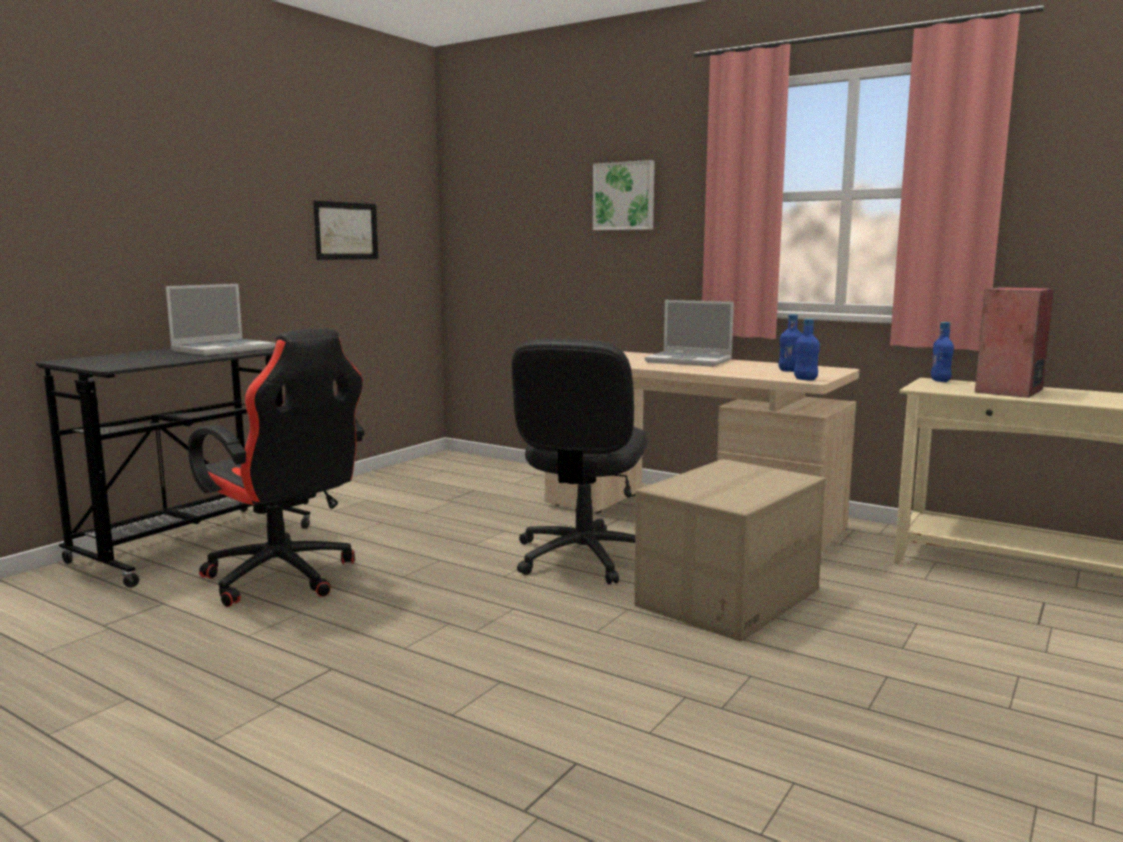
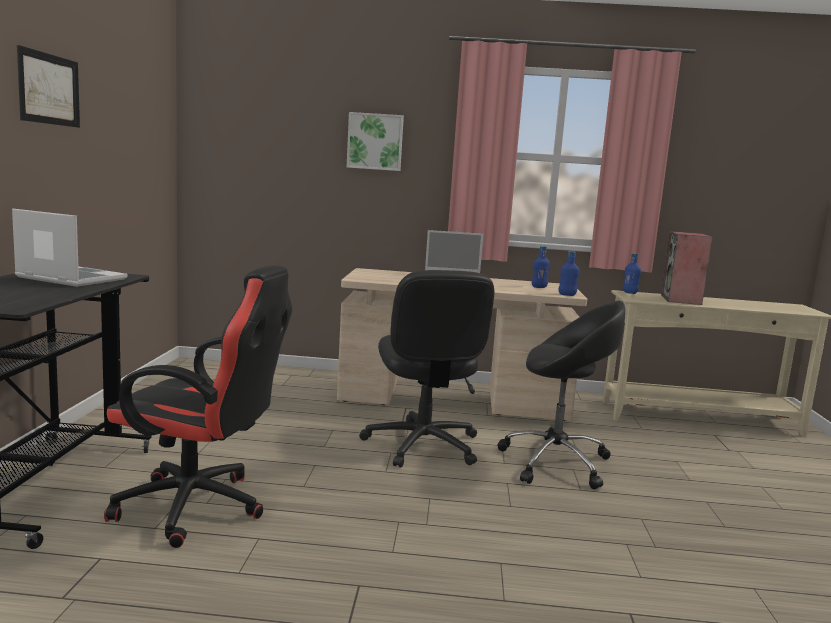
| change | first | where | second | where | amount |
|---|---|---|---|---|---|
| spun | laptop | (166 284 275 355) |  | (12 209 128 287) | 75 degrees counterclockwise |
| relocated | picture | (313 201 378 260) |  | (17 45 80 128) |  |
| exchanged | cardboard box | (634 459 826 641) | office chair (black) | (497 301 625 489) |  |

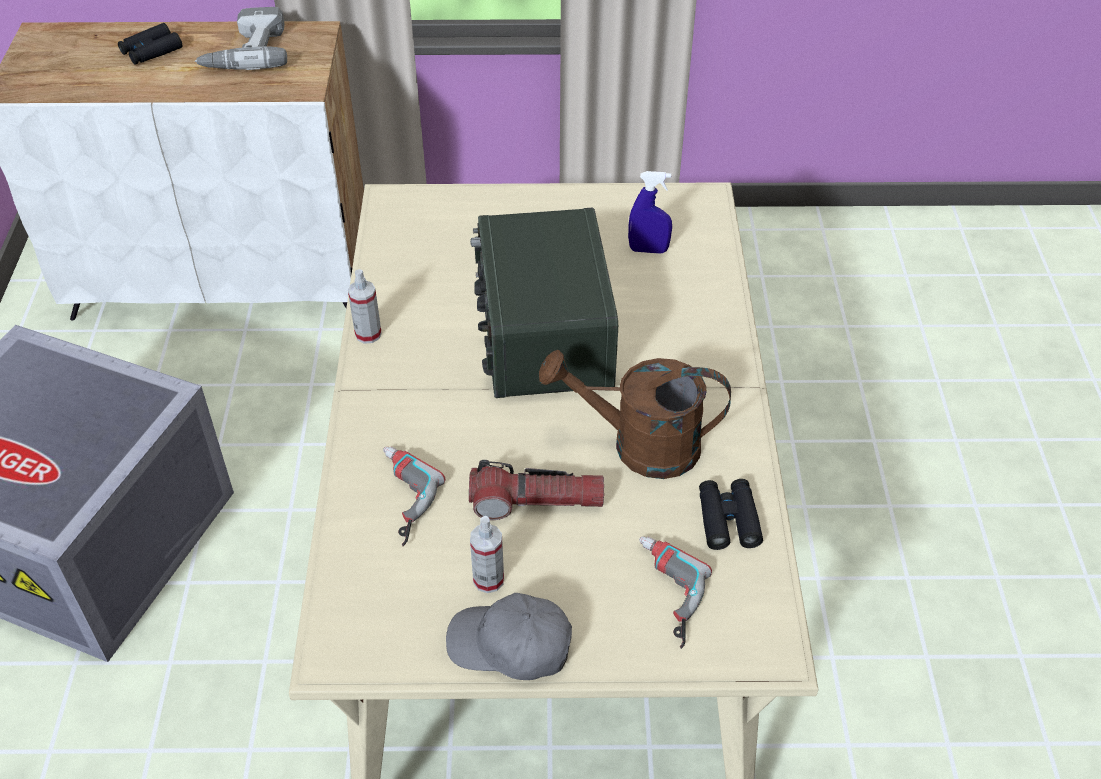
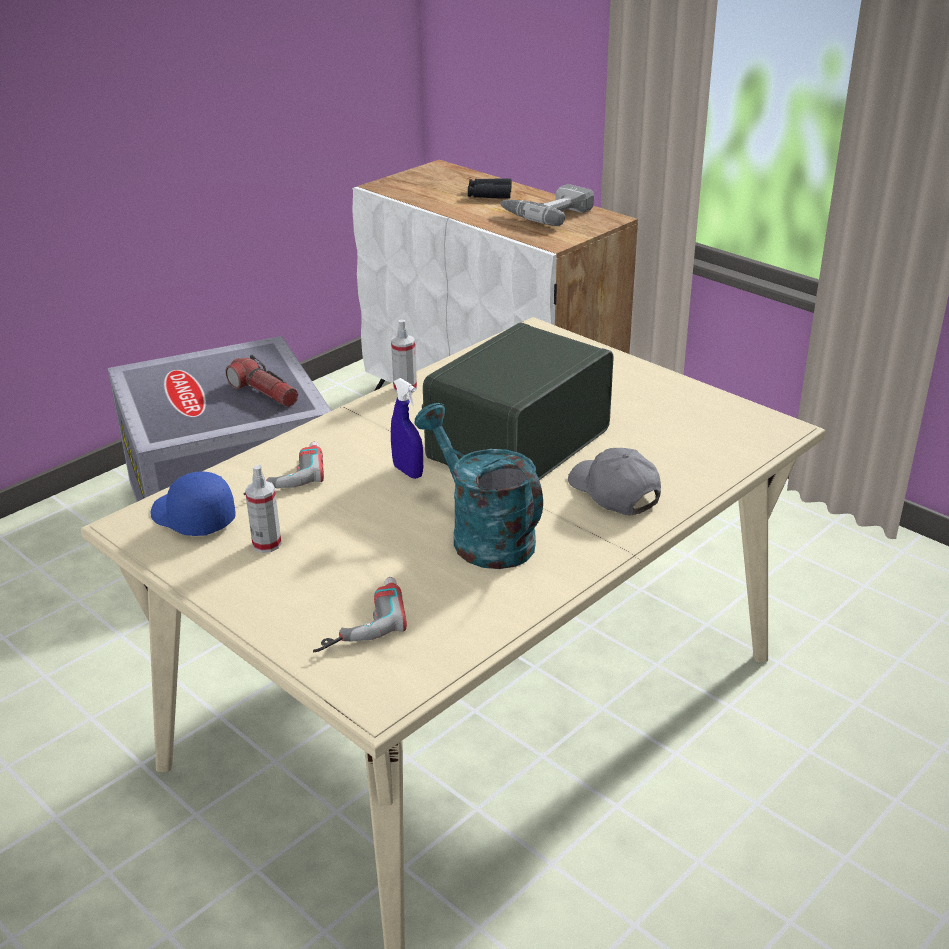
| change | first | where | second | where | amount |
|---|---|---|---|---|---|
| appeared |  |  | cap (blue) | (150 471 235 536) |  |
| relocated | flashlight | (469 460 604 520) |  | (226 355 298 407) |  |
| relocated | spray bottle (blue) | (628 171 672 254) |  | (391 378 423 479) |  |
| colour | watering can (brown) | (539 350 731 479) | watering can (turquoise) | (414 403 543 569) |  |
| relocated | cap (grey) | (446 593 572 680) |  | (568 448 661 515) |  |
| missing | binoculars (black) | (699 479 763 550) |  |  |  |

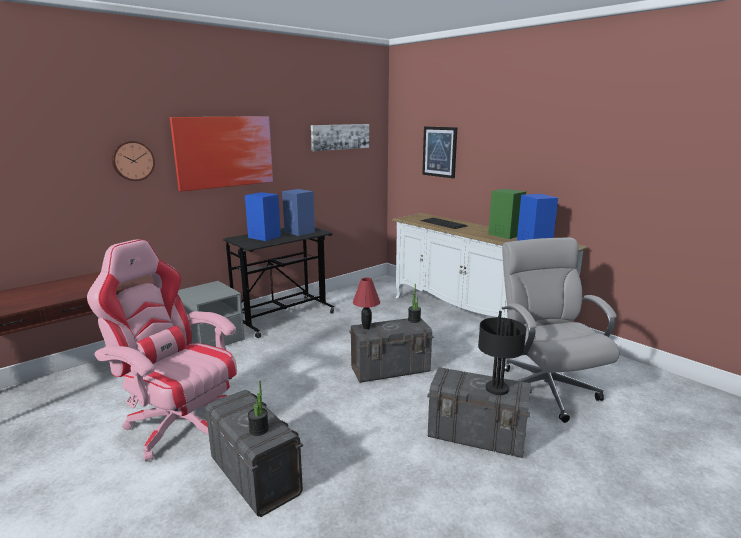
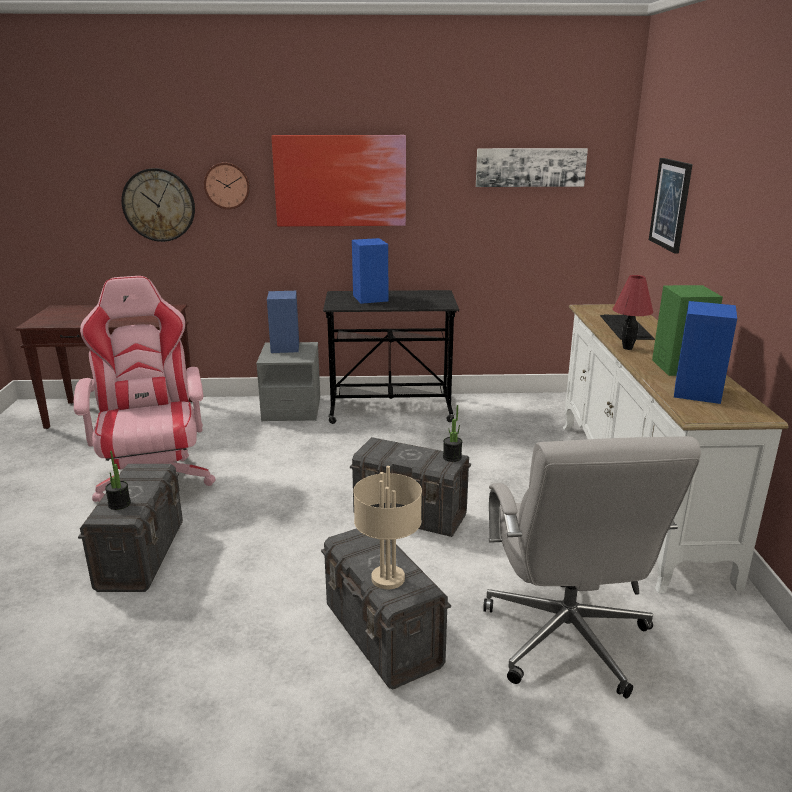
| change | first | where | second | where | amount |
|---|---|---|---|---|---|
| appeared |  |  | wall clock | (121 168 195 242) |  |
| relocated | speaker (blue) | (282 189 315 236) |  | (267 291 299 353) |  |
| colour | table lamp (black) | (478 311 527 395) | table lamp (beige) | (353 466 422 589) |  |
| spun | office chair (grey) | (502 238 620 423) |  | (483 436 701 699) | 150 degrees clockwise |
| relocated | table lamp (red) | (353 278 380 329) |  | (613 275 653 350) |  |

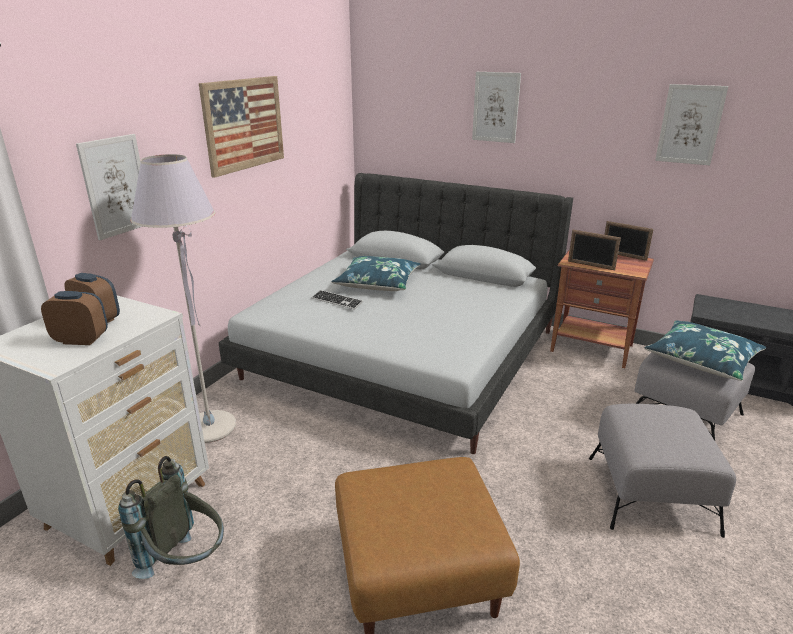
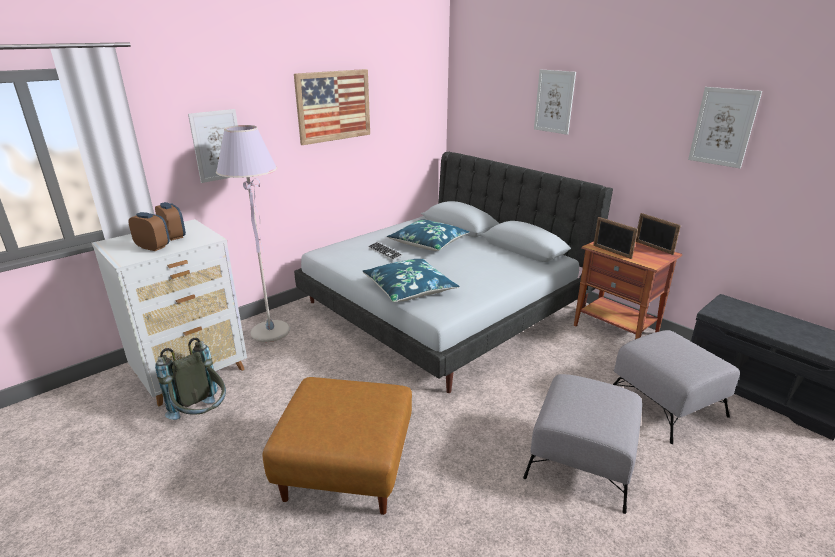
| change | first | where | second | where | amount |
|---|---|---|---|---|---|
| relocated | pillow (blue) | (644 320 766 381) |  | (362 259 460 302) |  |

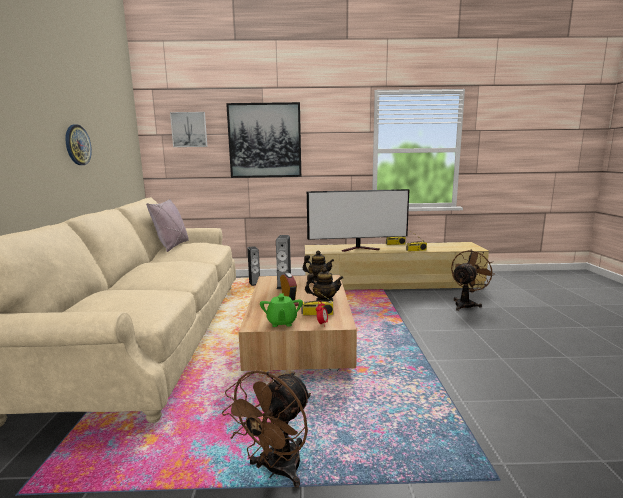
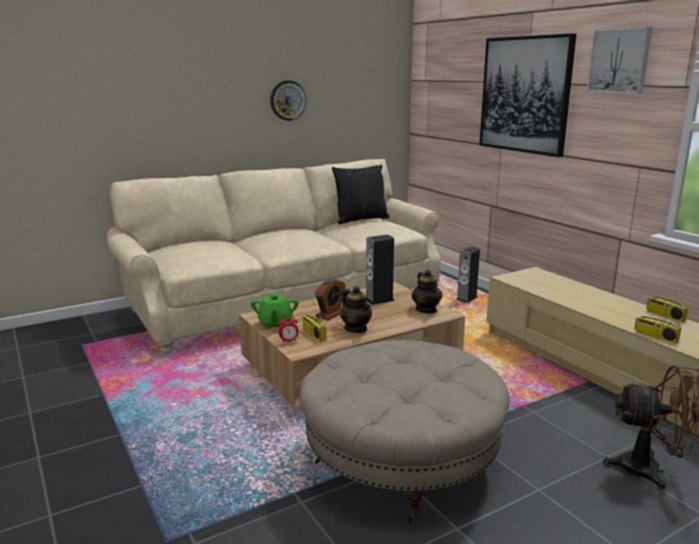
| change | first | where | second | where | amount |
|---|---|---|---|---|---|
| spun | teapot (green) | (260 293 303 327) |  | (250 292 299 329) | 60 degrees counterclockwise |
| appeared |  |  | ottoman (beige) | (300 340 510 523) |  |
| colour | pillow (purple) | (146 199 189 252) | pillow (black) | (332 164 389 224) |  |
| relocated | picture | (170 112 207 147) |  | (587 27 652 94) |  |
| missing | fan (brown) | (222 370 311 488) |  |  |  |
| missing | television | (307 189 409 252) |  |  |  |

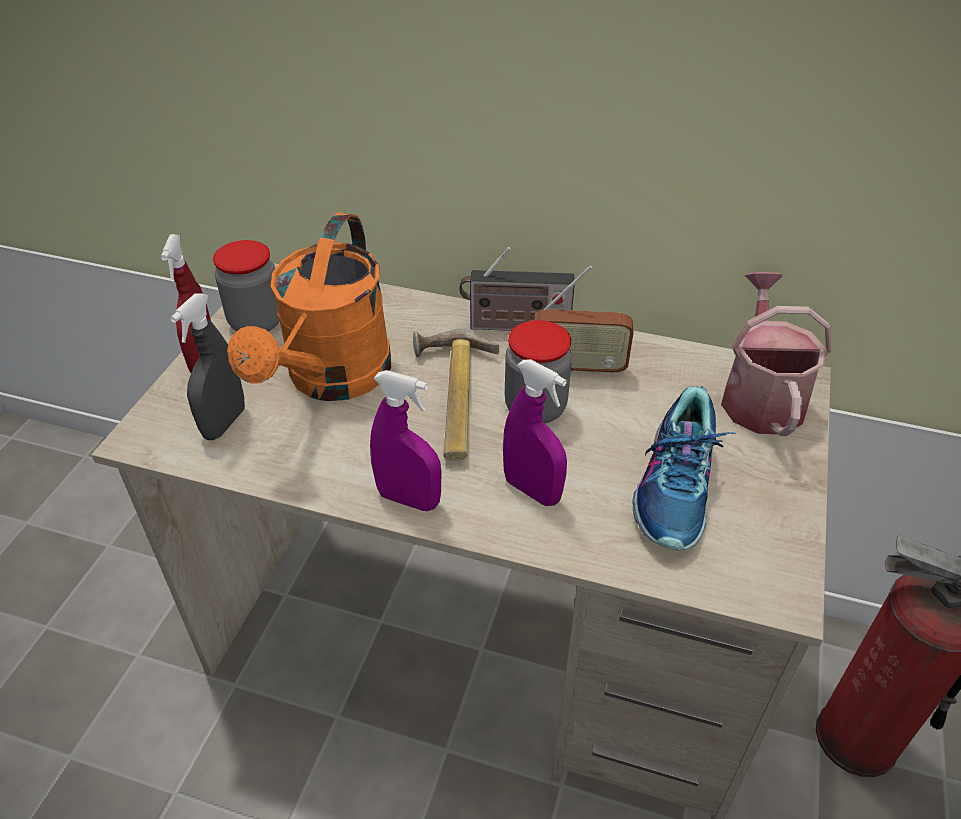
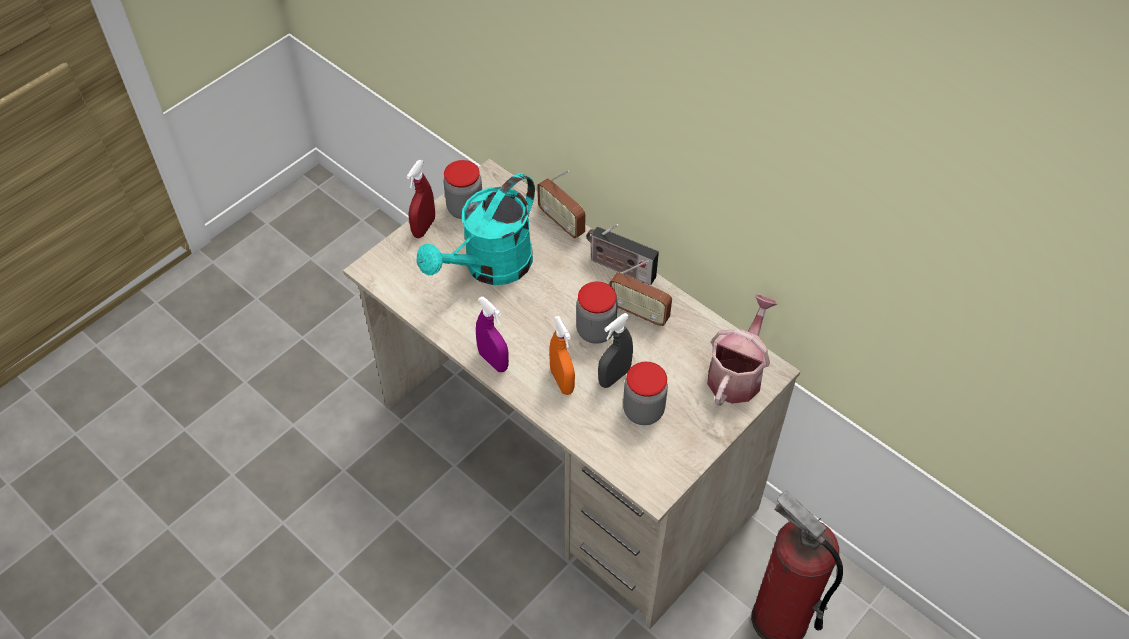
| change | first | where | second | where | amount |
|---|---|---|---|---|---|
| colour | watering can (orange) | (227 212 391 401) | watering can (turquoise) | (417 173 535 285) |  |
| appeared |  |  | radio | (537 170 586 238) |  |
| colour | spray bottle (purple) | (503 359 567 506) | spray bottle (orange) | (549 316 575 395) |  |
| relocated | spray bottle (grey) | (170 293 245 440) |  | (598 313 633 388) |  |
| exchanged | shoe | (632 386 736 550) | jar | (623 362 668 425) |  |
| missing | hammer | (413 328 499 461) |  |  |  |

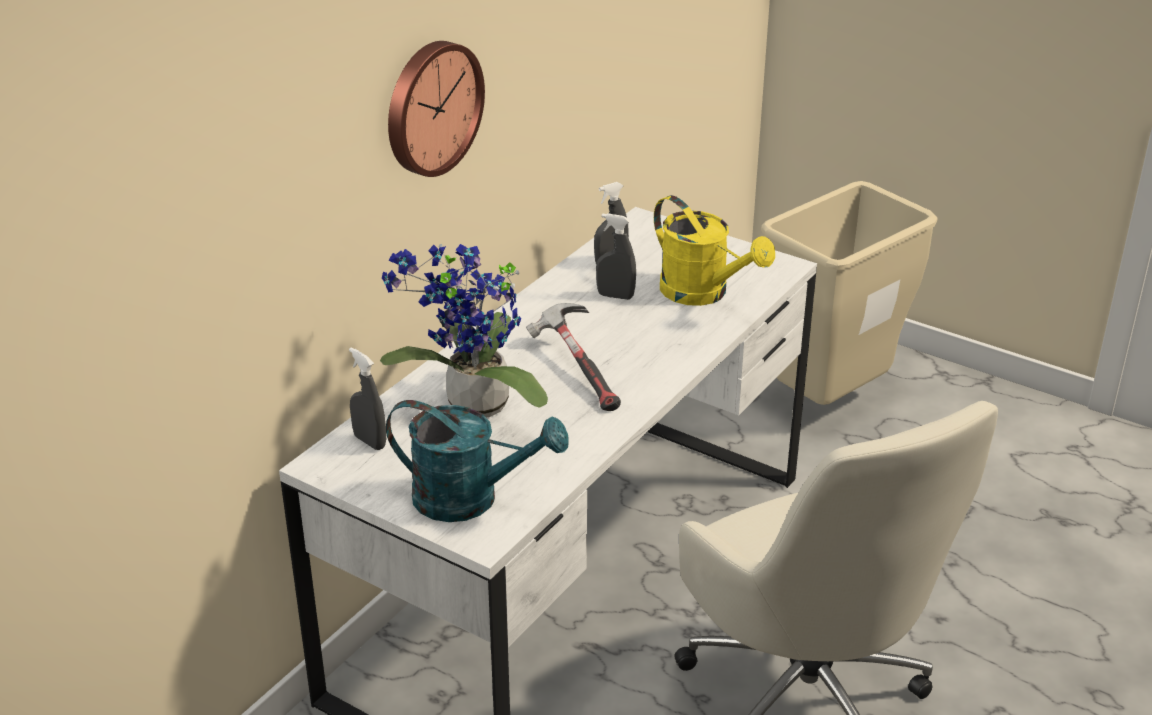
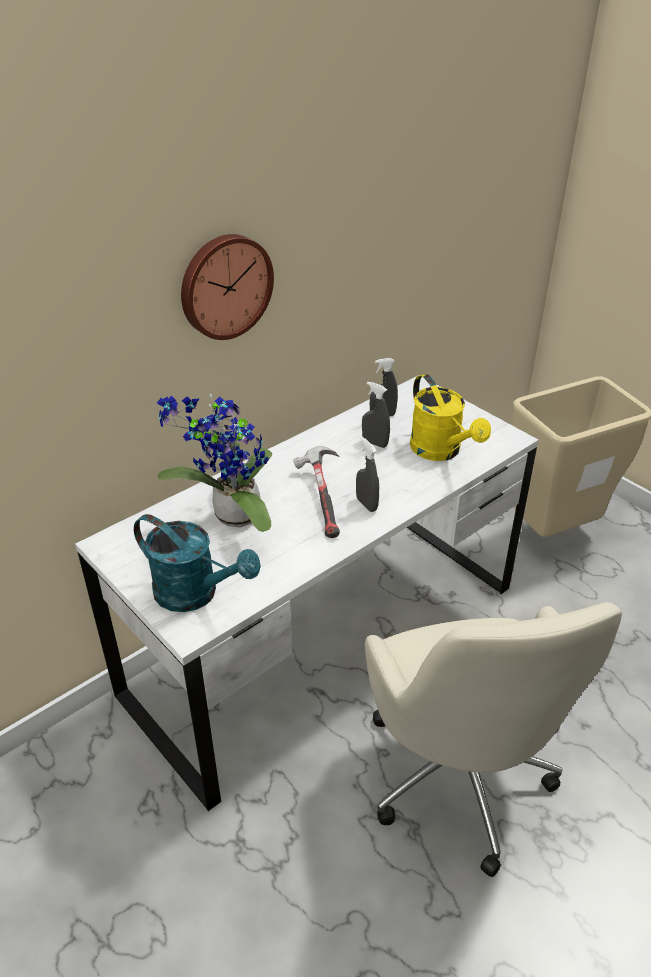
| change | first | where | second | where | amount |
|---|---|---|---|---|---|
| relocated | spray bottle (grey) | (349 347 386 450) |  | (356 437 379 512) |  |

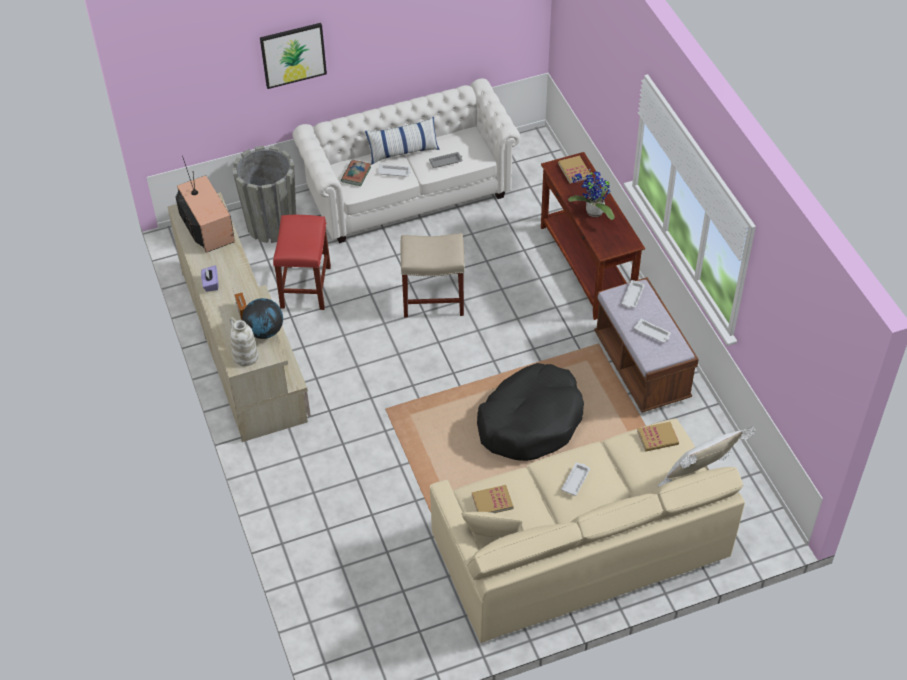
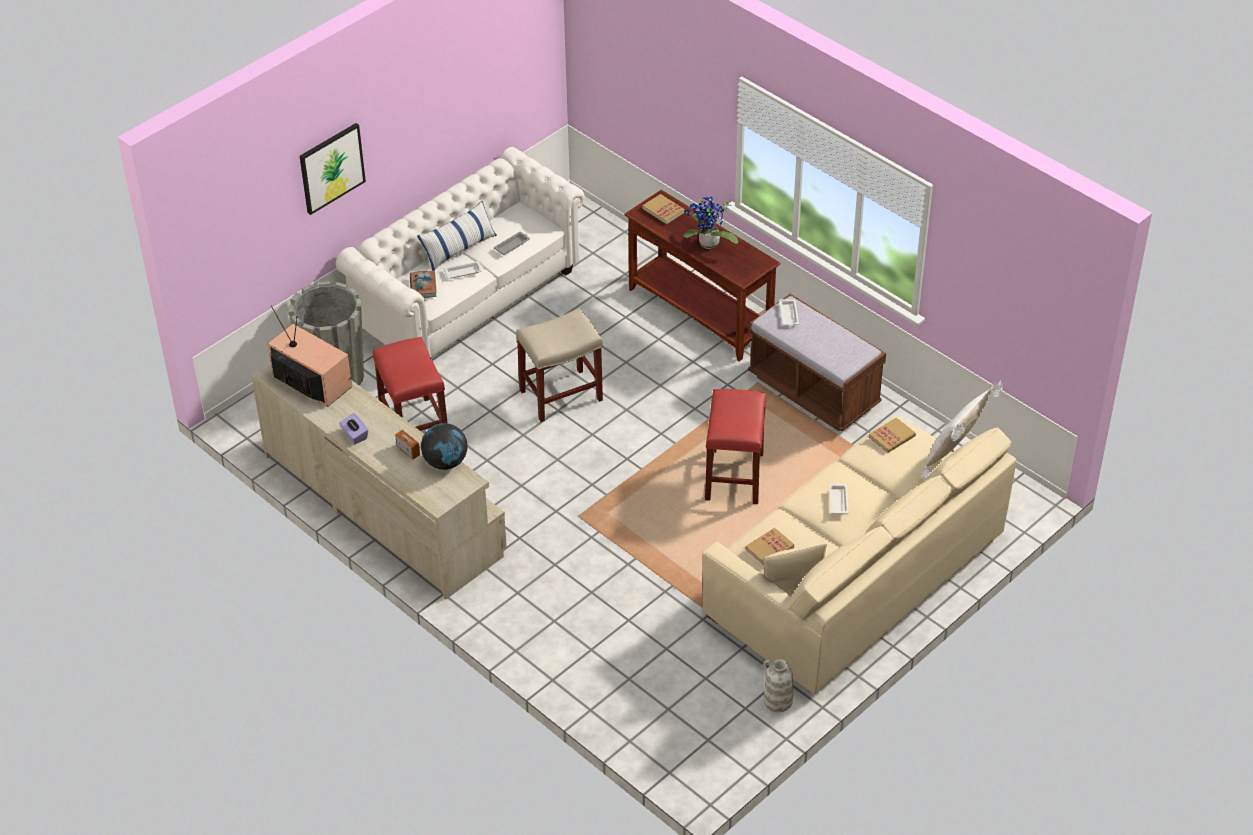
| change | first | where | second | where | amount |
|---|---|---|---|---|---|
| exchanged | dog bed (black) | (477 363 584 461) | stool (red) | (705 389 766 504) |  |
| relocated | vase (white) | (230 317 258 367) |  | (763 659 793 712) |  |
| missing | tray (white) | (634 319 671 343) |  |  |  |

